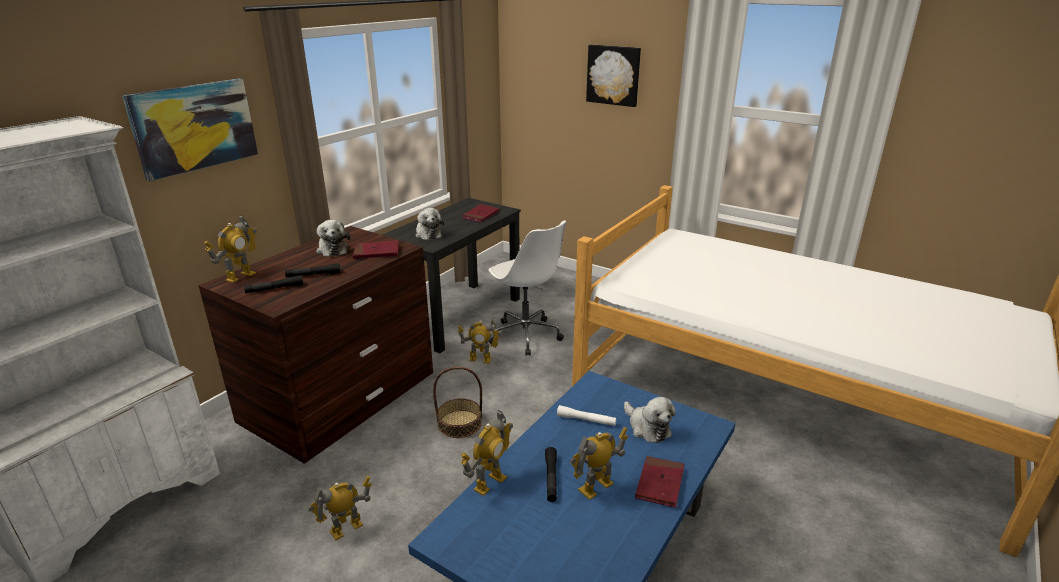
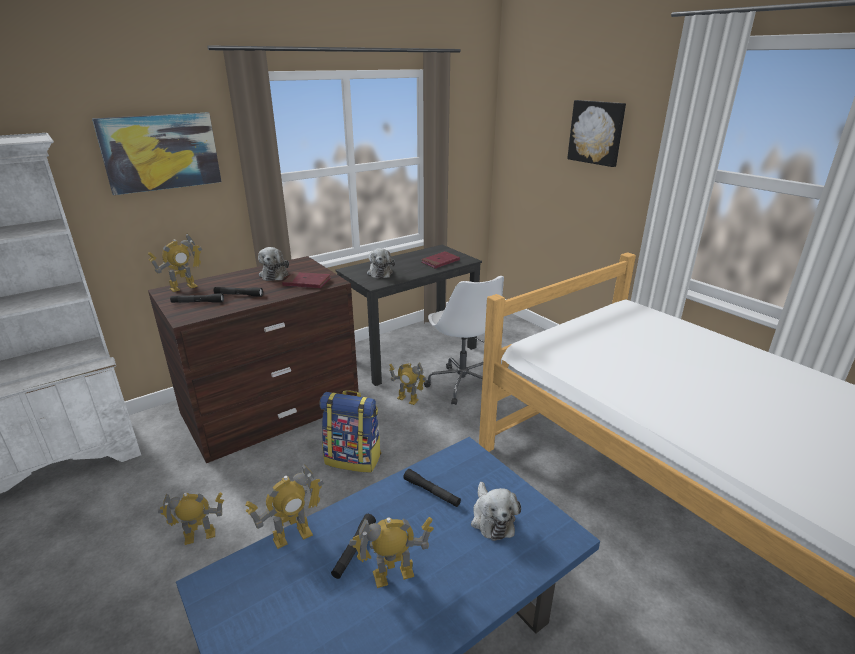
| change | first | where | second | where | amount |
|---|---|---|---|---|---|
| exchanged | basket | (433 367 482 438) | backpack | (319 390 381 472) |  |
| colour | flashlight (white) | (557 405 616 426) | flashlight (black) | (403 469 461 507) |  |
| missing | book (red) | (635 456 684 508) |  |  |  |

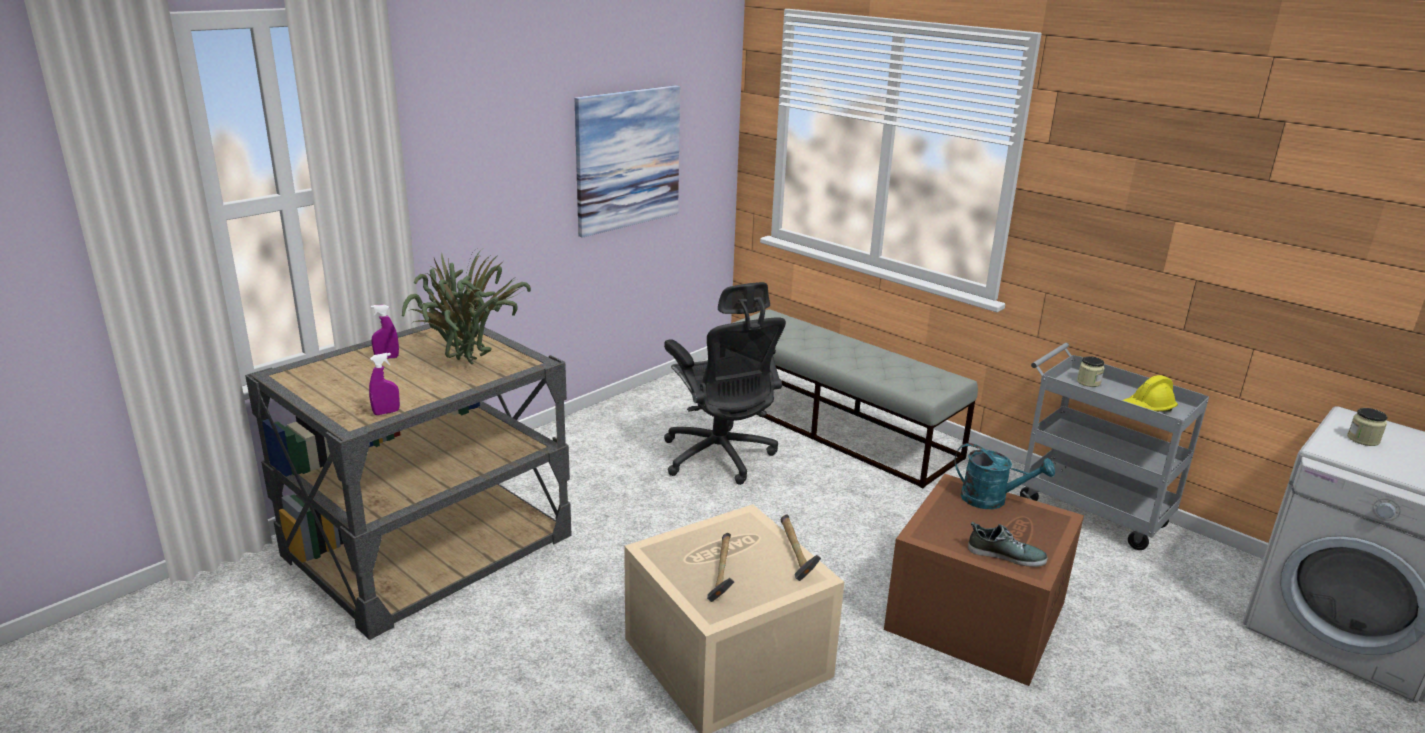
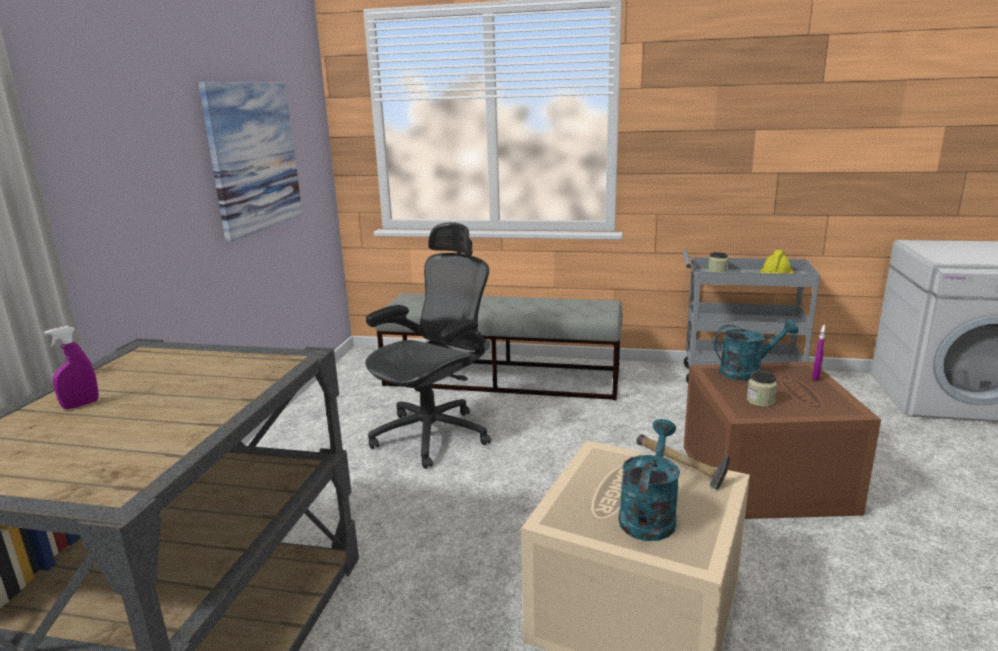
| change | first | where | second | where | amount |
|---|---|---|---|---|---|
| spun | office chair | (664 282 786 485) |  | (365 222 491 469) | 90 degrees counterclockwise |
| exchanged | hammer | (707 533 735 602) | watering can (turquoise) | (619 419 680 541) |  |
| relocated | jar | (1347 408 1388 446) |  | (747 371 777 407) |  |
| relocated | spray bottle (purple) | (369 353 400 415) |  | (812 325 825 381) |  |
| missing | potted plant | (402 248 531 364) |  |  |  |
| missing | shoe | (968 521 1048 567) |  |  |  |

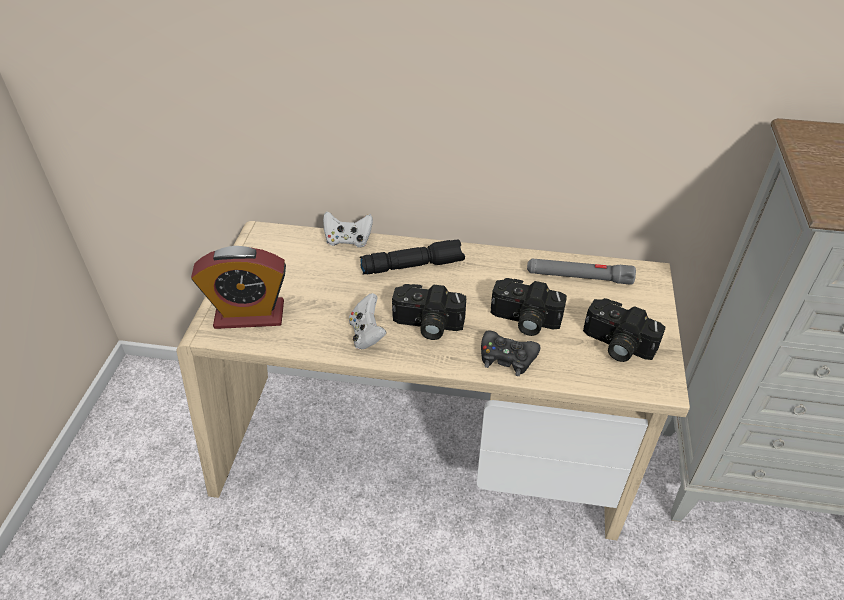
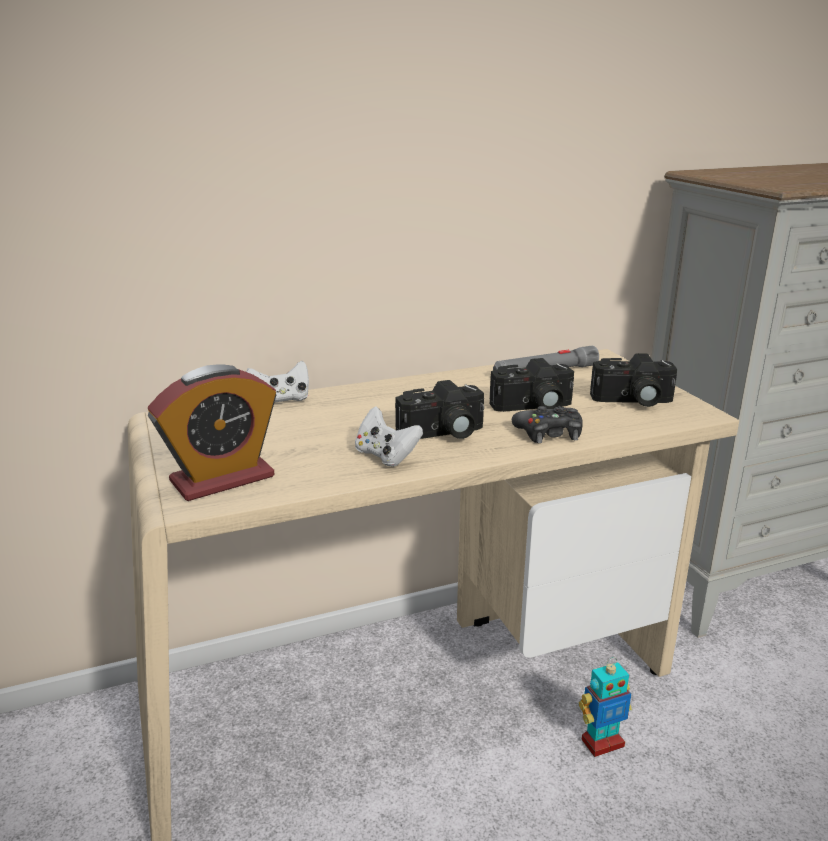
| change | first | where | second | where | amount |
|---|---|---|---|---|---|
| appeared |  |  | toy robot | (579 657 632 757) |  |
| missing | flashlight (black) | (360 240 465 275) |  |  |  |

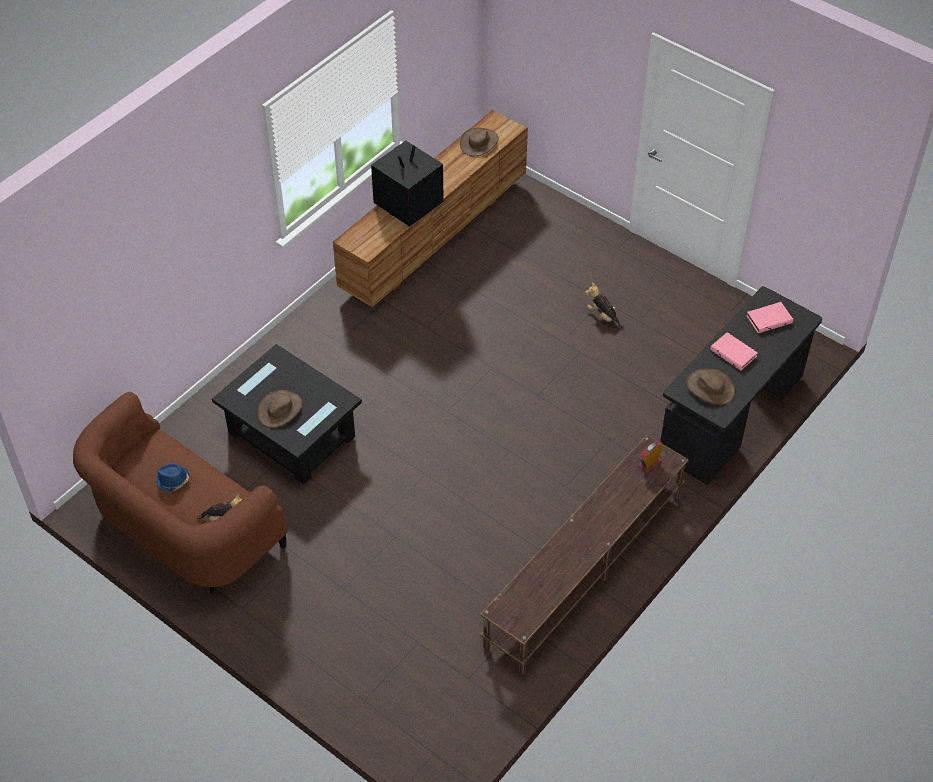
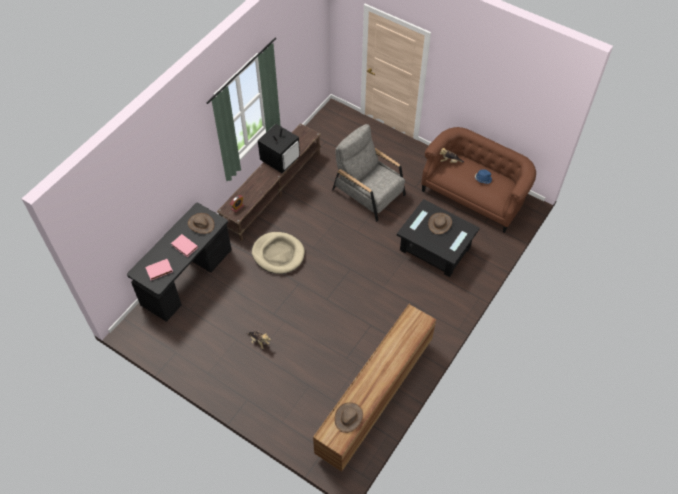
| change | first | where | second | where | amount |
|---|---|---|---|---|---|
| appeared |  |  | dog bed (beige) | (252 232 305 274) |  |
| relocated | television | (371 141 444 227) |  | (258 124 300 173) |  |
| appeared |  |  | armchair (grey) | (332 124 406 222) |  |

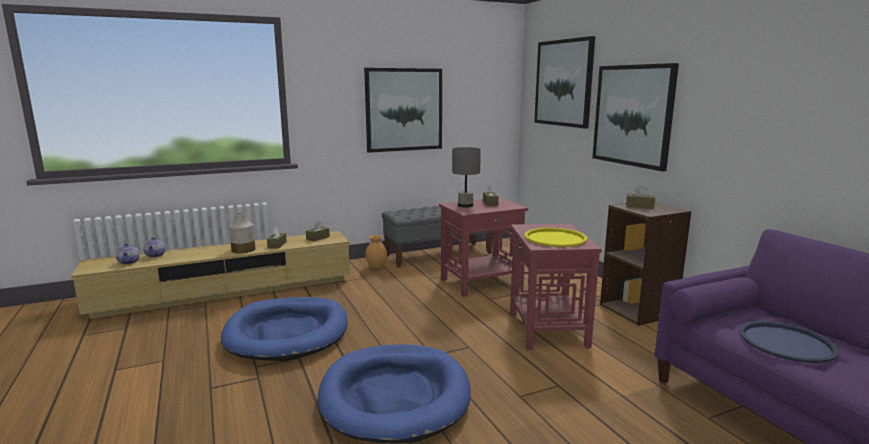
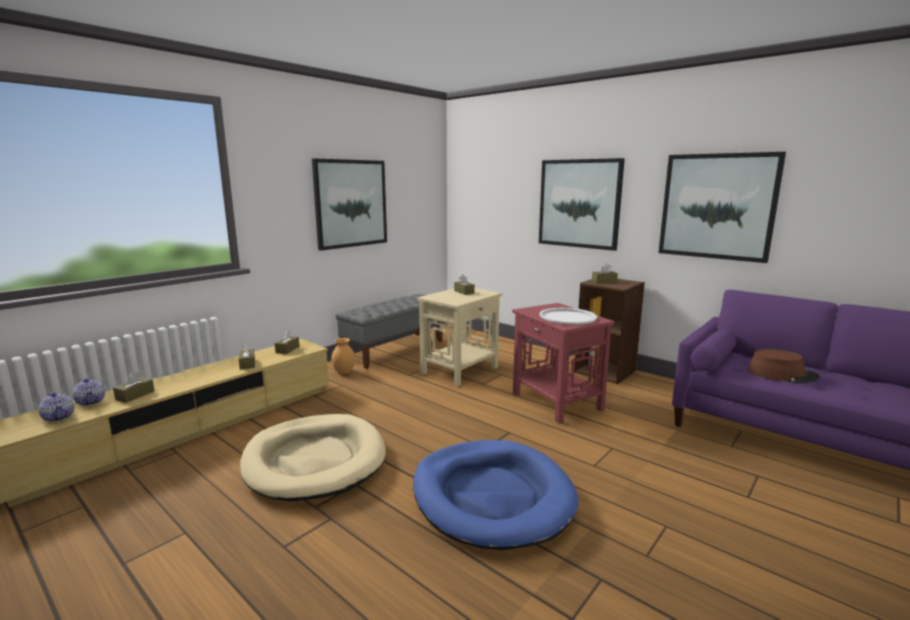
| change | first | where | second | where | amount |
|---|---|---|---|---|---|
| appeared |  |  | tissue box (brown) | (113 372 155 403) |  |
| colour | dog bed (blue) | (221 297 348 361) | dog bed (beige) | (240 414 386 501) |  |
| colour | side table (red) | (439 198 528 297) | side table (beige) | (417 288 502 387) |  |
| colour | tray (yellow) | (525 228 588 247) | tray (white) | (540 308 597 325) |  |
| relocated | picture | (534 36 595 129) |  | (659 152 786 263) |  |
| exchanged | tray (blue) | (739 321 839 363) | hat (brown) | (748 349 820 383) |  |
| missing | vase (beige) | (229 212 256 253) |  |  |  |
| missing | table lamp (grey) | (452 147 481 207) |  |  |  |

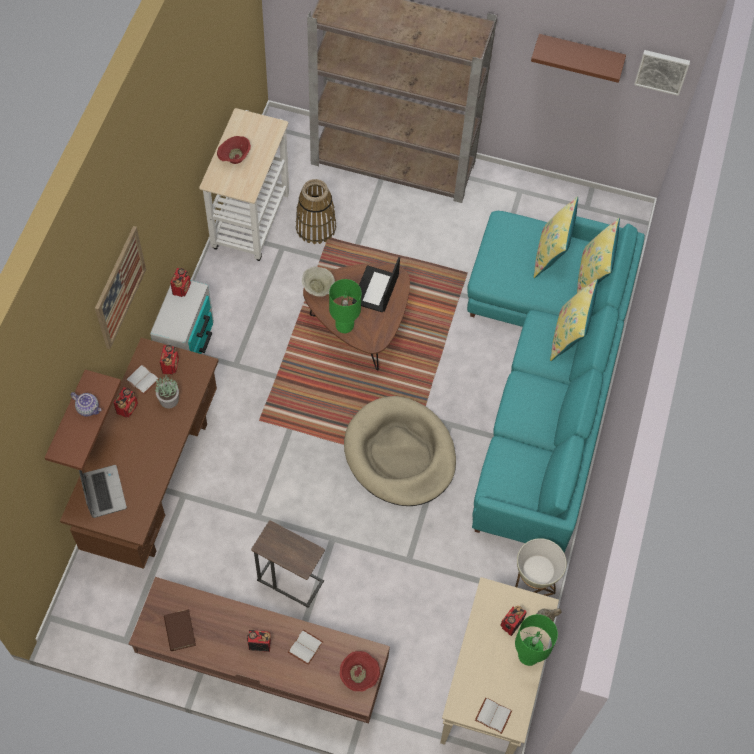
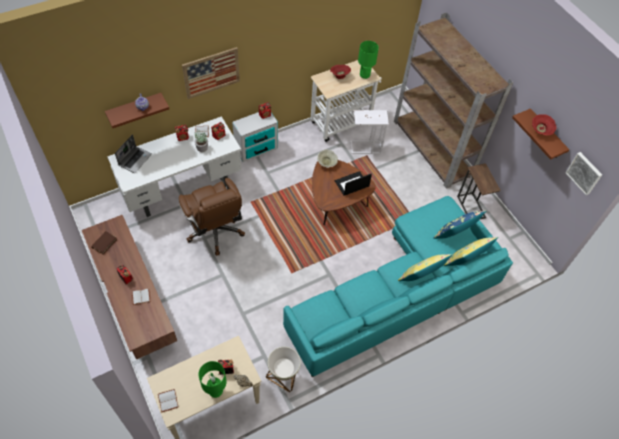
| change | first | where | second | where | amount |
|---|---|---|---|---|---|
| colour | desk (brown) | (60 338 218 569) | desk (white) | (107 116 241 217) |  |
| appeared |  |  | office chair (brown) | (179 178 245 256) |  |
| exchanged | basket | (296 179 336 244) | side table (white) | (350 110 389 154) |  |
| relocated | table lamp (green) | (329 279 361 333) |  | (358 41 379 79) |  |
| colour | pillow (yellow) | (534 197 578 278) | pillow (blue) | (433 211 486 239) |  |
| relocated | side table (brown) | (251 520 325 608) |  | (457 163 500 219) |  |
| relocated | bowl (red) | (340 651 380 692) |  | (532 114 556 135) |  |
| missing | dog bed (beige) | (344 396 456 506) |  |  |  |

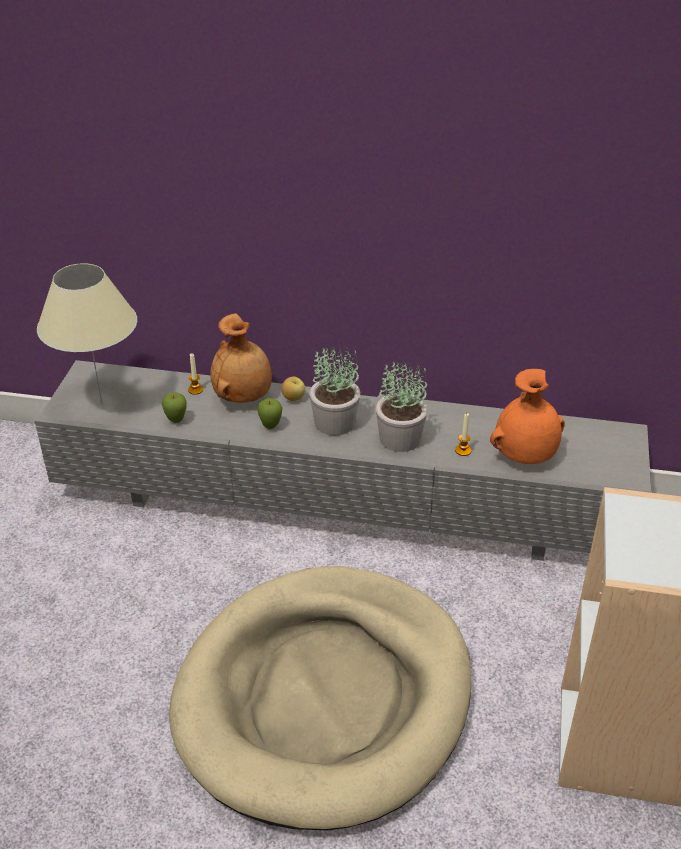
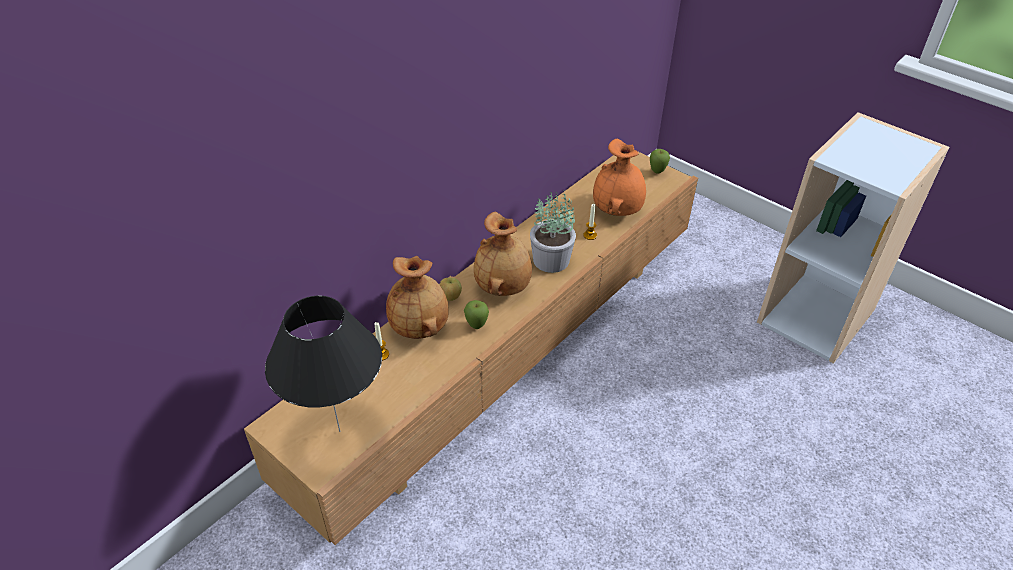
| change | first | where | second | where | amount |
|---|---|---|---|---|---|
| colour | tv stand (grey) | (35 360 652 561) | tv stand (brown) | (244 151 698 545) |  |
| colour | table lamp (beige) | (37 263 137 404) | table lamp (black) | (265 296 382 432) |  |
| exchanged | potted plant | (309 347 360 436) | vase (brown) | (474 212 532 296) |  |
| relocated | apple | (162 392 187 423) |  | (650 149 670 173) |  |
| missing | dog bed (beige) | (169 566 472 830) |  |  |  |

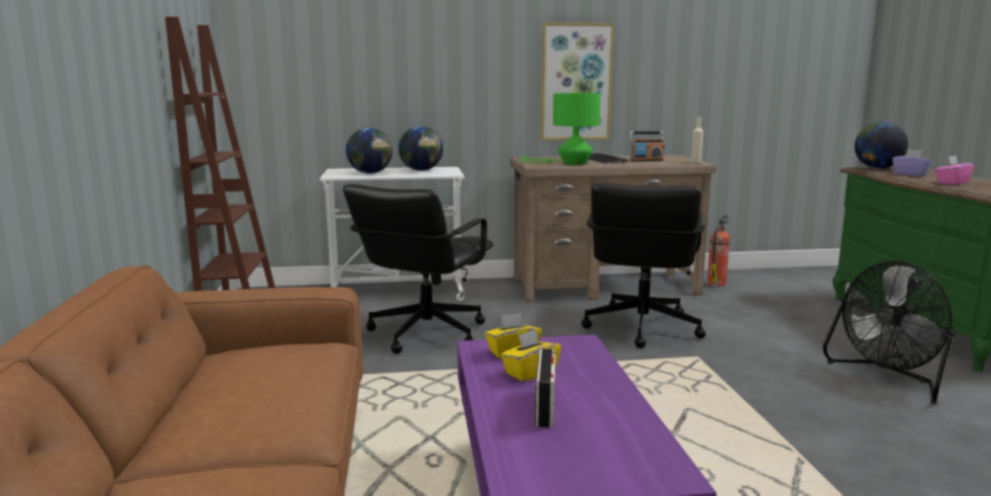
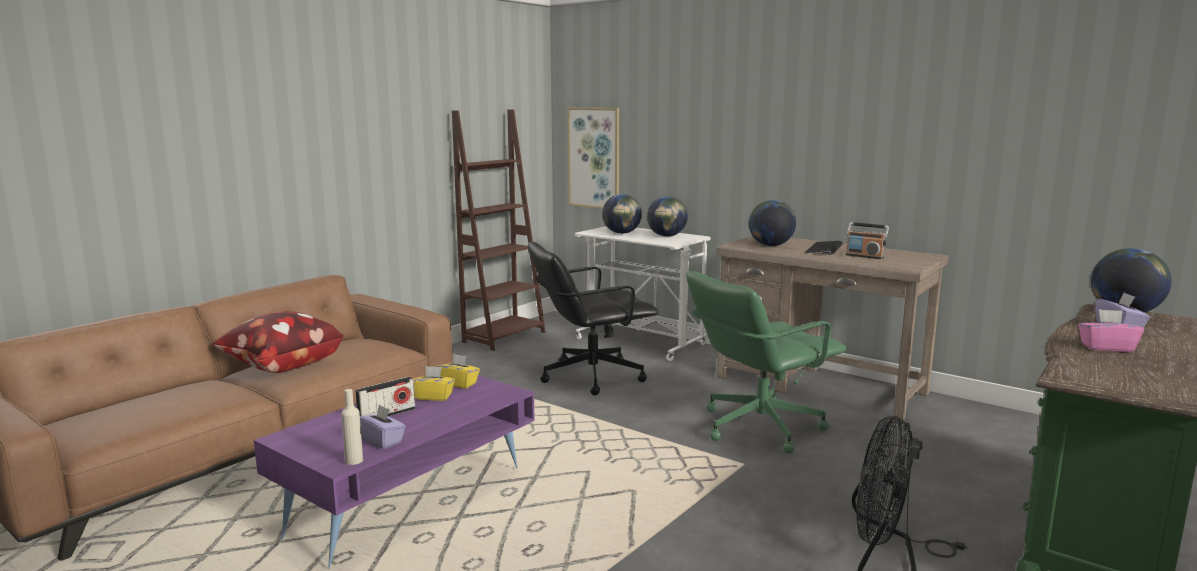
| change | first | where | second | where | amount |
|---|---|---|---|---|---|
| appeared |  |  | pillow | (213 311 344 373) |  |
| relocated | bottle (beige) | (691 117 703 163) |  | (341 389 363 465) |  |
| appeared |  |  | tissue box (purple) | (360 405 406 449) |  |
| relocated | picture | (541 22 615 140) |  | (567 107 619 209) |  |
| colour | office chair (black) | (582 183 706 348) | office chair (green) | (686 271 847 454) |  |
| exchanged | table lamp (green) | (521 93 601 165) | globe | (749 200 796 246) |  |
| missing | fire extinguisher | (707 215 730 286) |  |  |  |

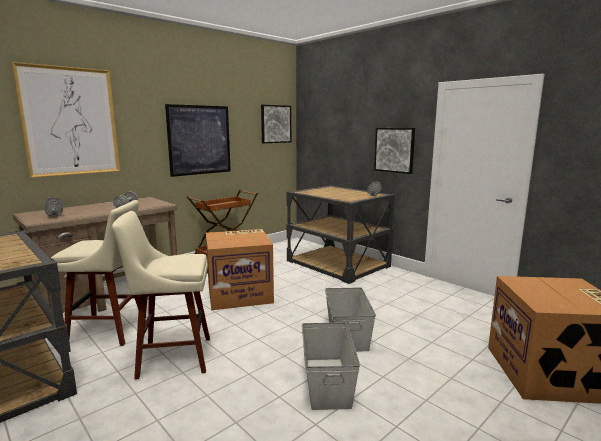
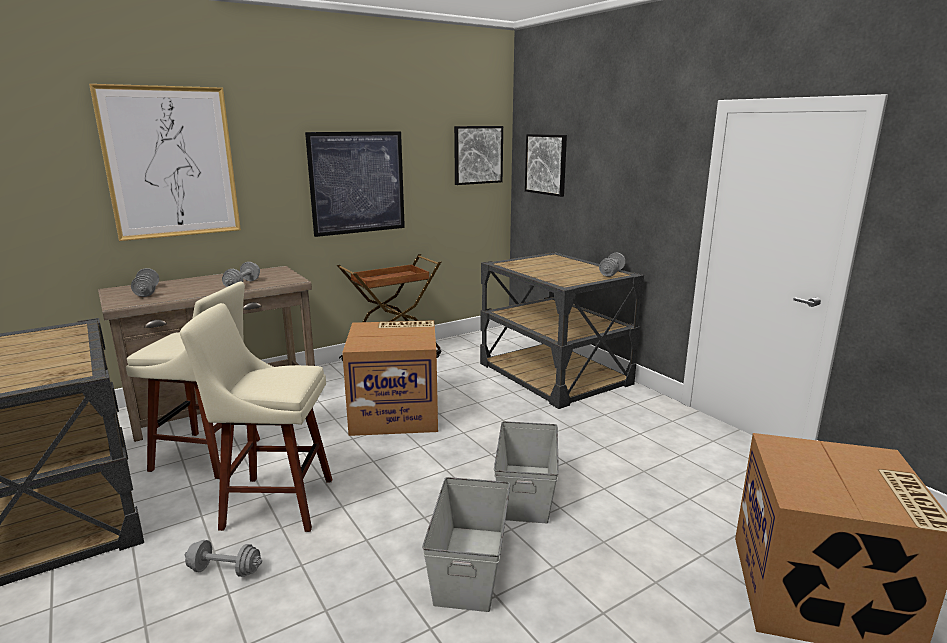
| change | first | where | second | where | amount |
|---|---|---|---|---|---|
| appeared |  |  | dumbbell (grey) | (185 540 262 577) |  |
| relocated | picture | (374 128 415 174) |  | (525 134 567 197) |  |

